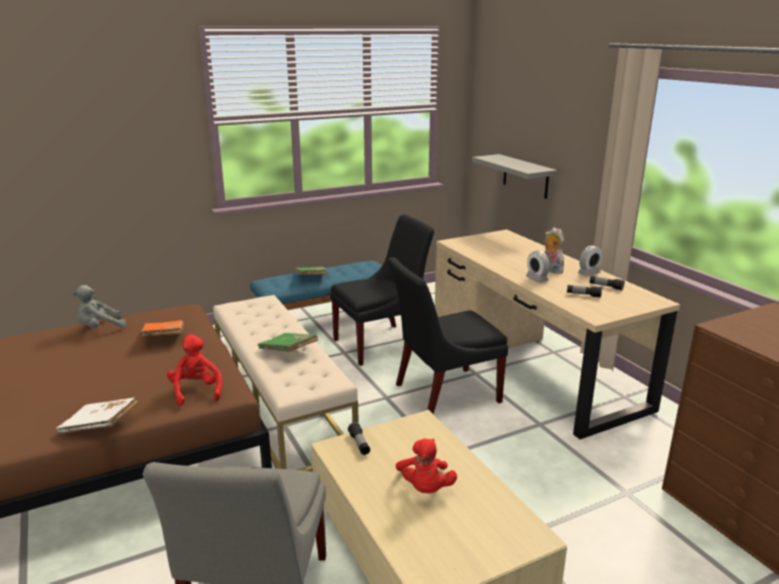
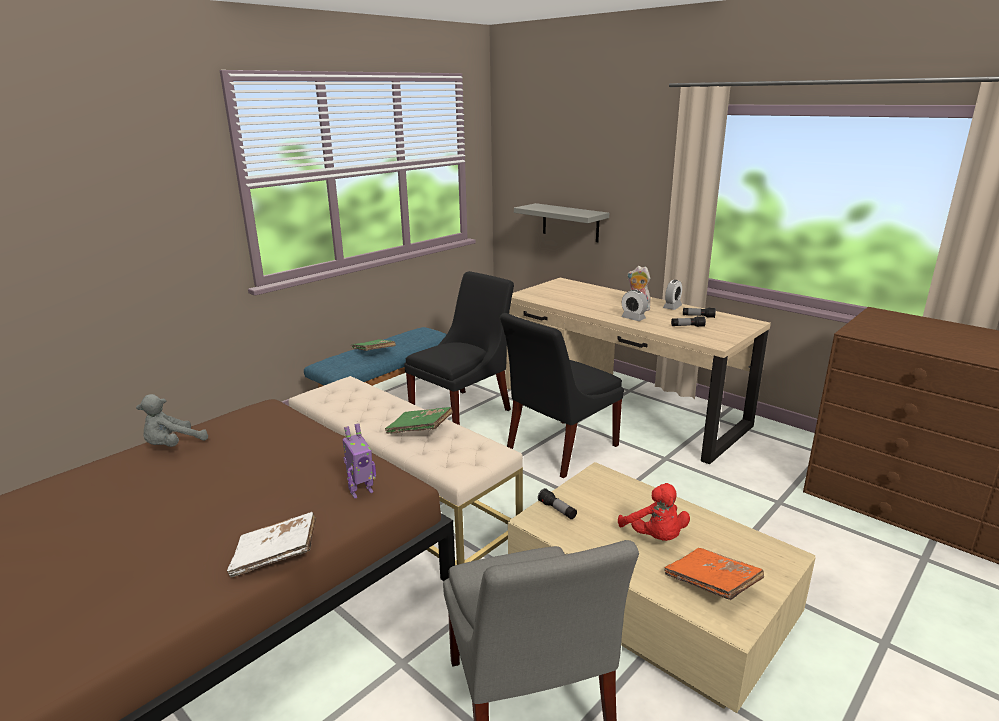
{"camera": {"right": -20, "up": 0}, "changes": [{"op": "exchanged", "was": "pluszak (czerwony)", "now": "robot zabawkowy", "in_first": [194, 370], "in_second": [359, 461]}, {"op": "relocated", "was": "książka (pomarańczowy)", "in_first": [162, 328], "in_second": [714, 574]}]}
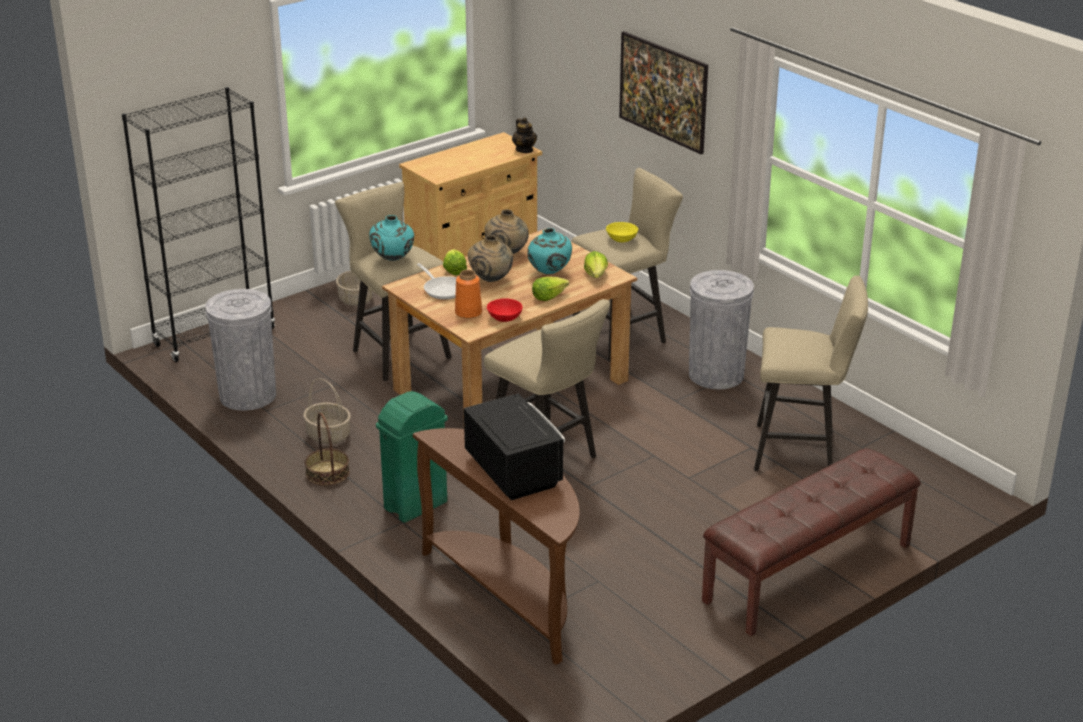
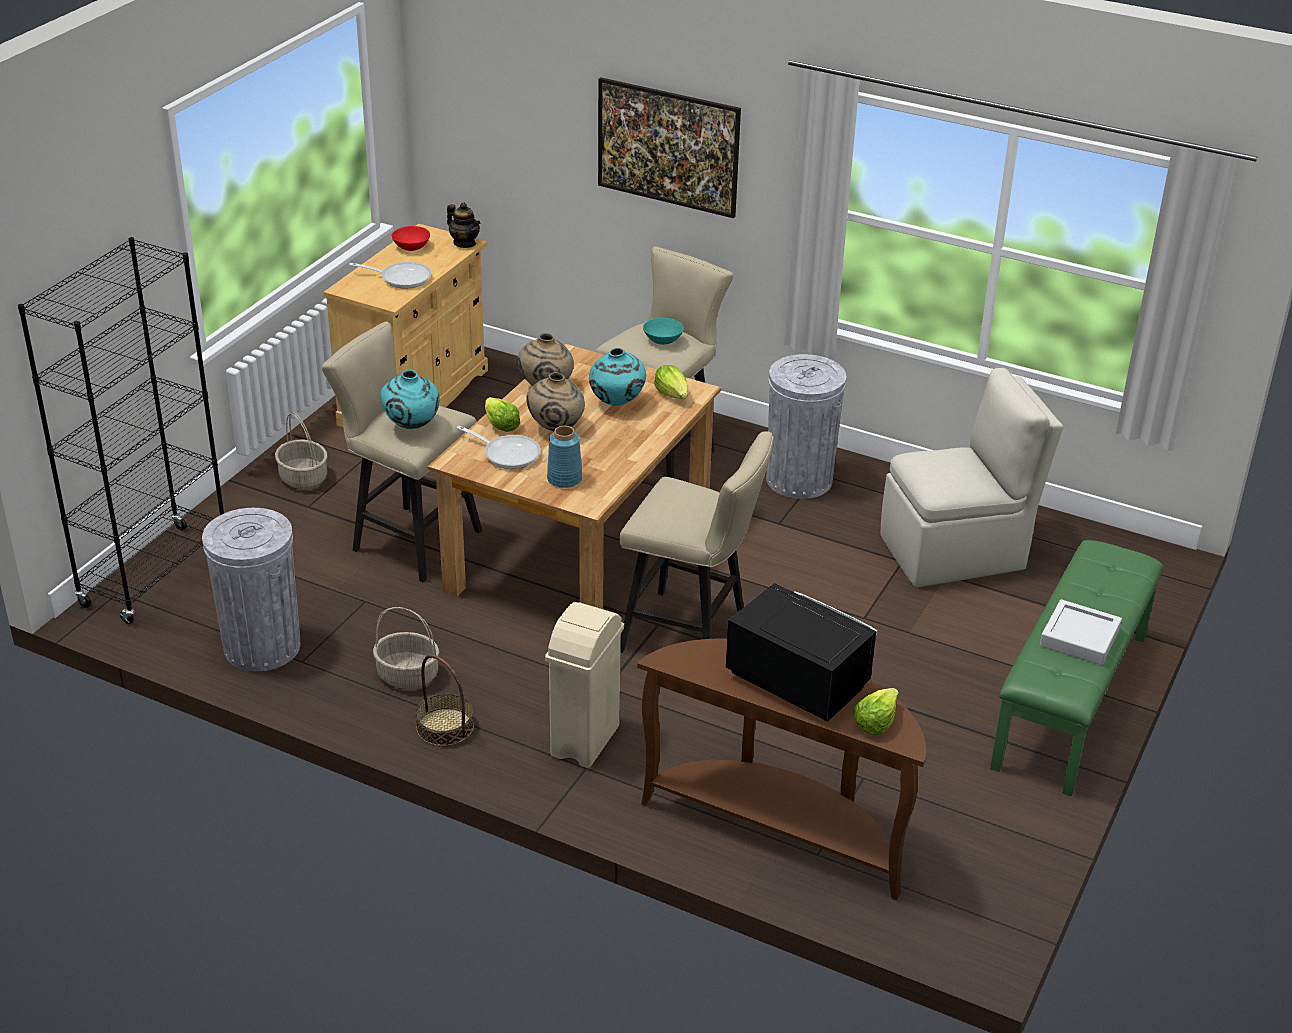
{"camera": {"right": -25, "up": 5}, "changes": [{"op": "appeared", "now": "patelnia", "in_second": [390, 275]}, {"op": "relocated", "was": "miska (czerwony)", "in_first": [505, 310], "in_second": [411, 238]}, {"op": "colour", "was": "kosz na śmieci (zielony)", "now": "kosz na śmieci (beżowy)", "in_first": [412, 457], "in_second": [584, 685]}, {"op": "colour", "was": "wazon (pomarańczowy)", "now": "wazon (niebieski)", "in_first": [468, 294], "in_second": [564, 457]}, {"op": "colour", "was": "miska (żółty)", "now": "miska (turkusowy)", "in_first": [622, 232], "in_second": [663, 331]}, {"op": "relocated", "was": "sałata", "in_first": [550, 289], "in_second": [876, 711]}, {"op": "exchanged", "was": "stołek (beżowy)", "now": "krzesło (beżowy)", "in_first": [811, 373], "in_second": [972, 477]}, {"op": "colour", "was": "ławka (brązowy)", "now": "ławka (zielony)", "in_first": [811, 542], "in_second": [1077, 668]}, {"op": "appeared", "now": "taca (szary)", "in_second": [1081, 632]}]}
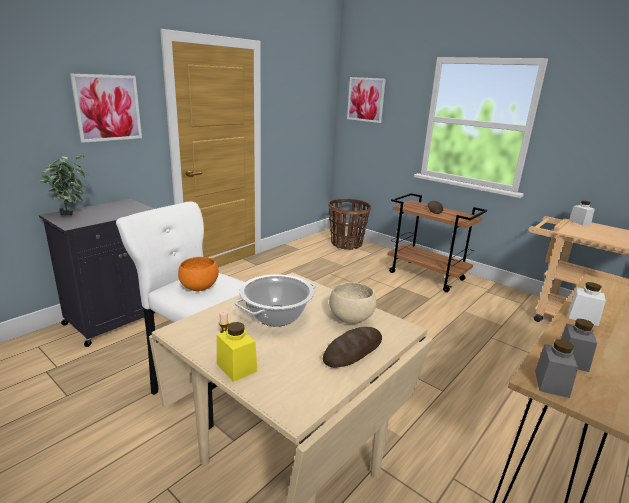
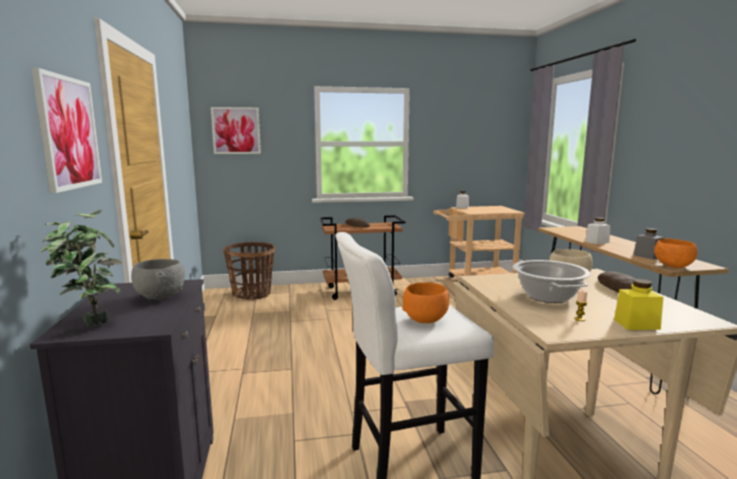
{"camera": {"right": -50, "up": -10}, "changes": [{"op": "appeared", "now": "miska (szary)", "in_second": [158, 279]}, {"op": "exchanged", "was": "słoik (szary)", "now": "miska (pomarańczowy)", "in_first": [556, 368], "in_second": [675, 253]}]}
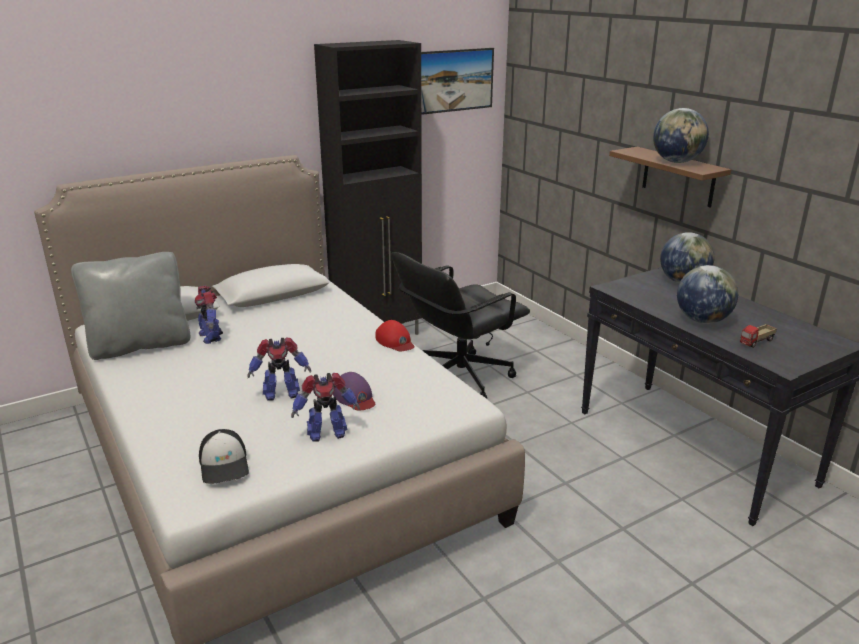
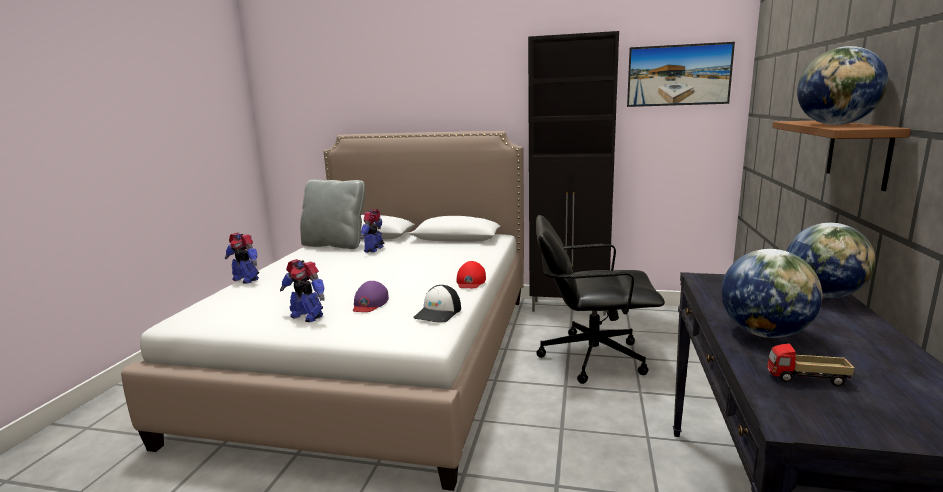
{"camera": {"right": 45, "up": -10}, "changes": [{"op": "relocated", "was": "robot zabawkowy", "in_first": [279, 368], "in_second": [242, 258]}, {"op": "relocated", "was": "czapka z daszkiem", "in_first": [224, 456], "in_second": [437, 303]}]}
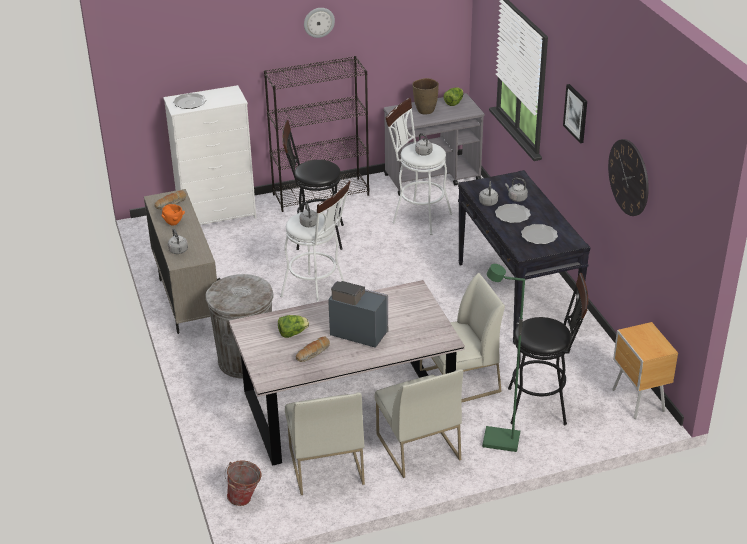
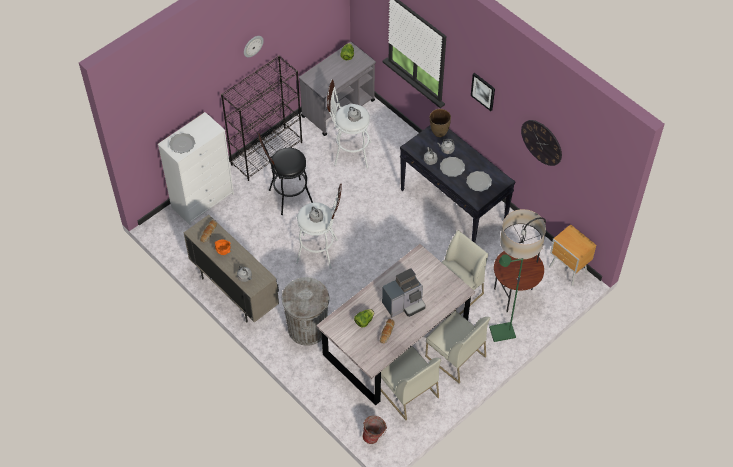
{"camera": {"right": -25, "up": 20}, "changes": [{"op": "spun", "was": "ekspres do kawy", "in_first": [358, 314], "in_second": [404, 292], "clockwise": 150}, {"op": "relocated", "was": "wazon (brązowy)", "in_first": [425, 96], "in_second": [440, 123]}, {"op": "exchanged", "was": "stołek (czarny)", "now": "lampa stojąca", "in_first": [548, 349], "in_second": [520, 260]}]}
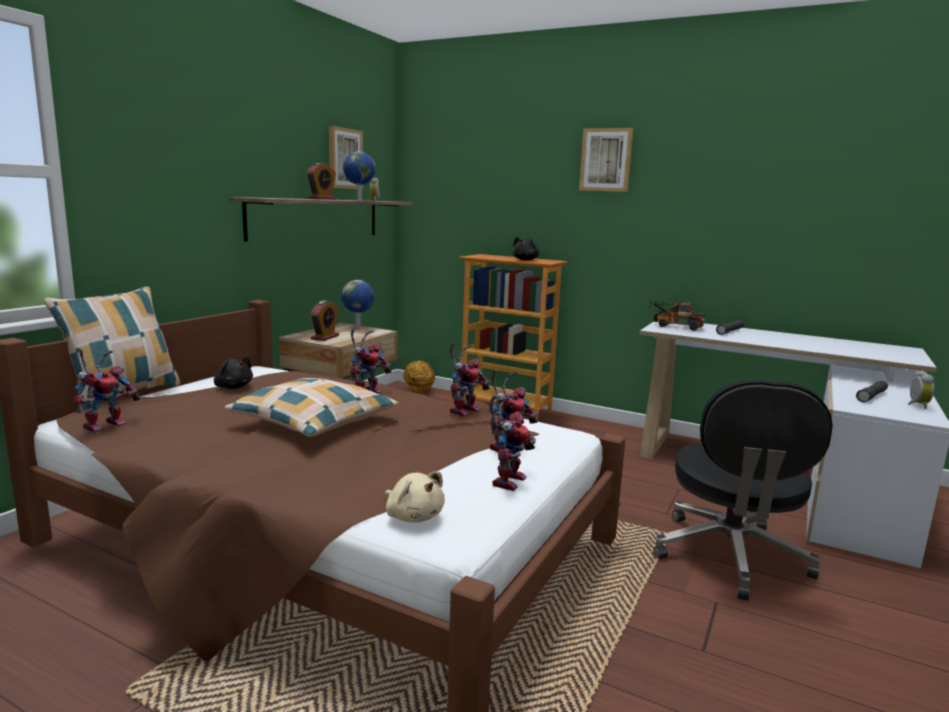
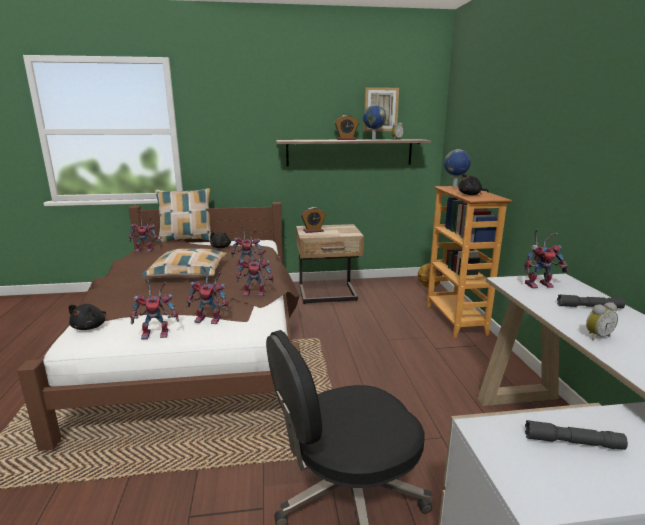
{"camera": {"right": 55, "up": 5}, "changes": [{"op": "colour", "was": "pluszak (beżowy)", "now": "pluszak (czarny)", "in_first": [414, 497], "in_second": [87, 317]}, {"op": "relocated", "was": "globus", "in_first": [357, 304], "in_second": [457, 168]}, {"op": "exchanged", "was": "ciężarówka zabawkowa", "now": "robot zabawkowy", "in_first": [676, 316], "in_second": [546, 259]}, {"op": "relocated", "was": "budzik", "in_first": [921, 390], "in_second": [602, 321]}, {"op": "missing", "was": "obraz", "in_first": [606, 160]}]}
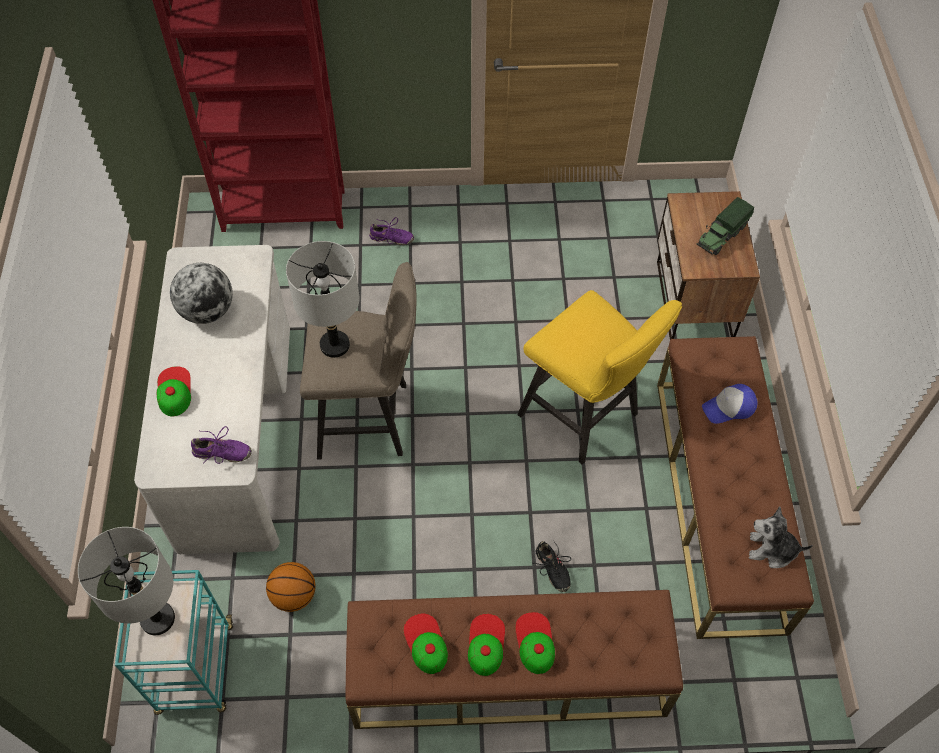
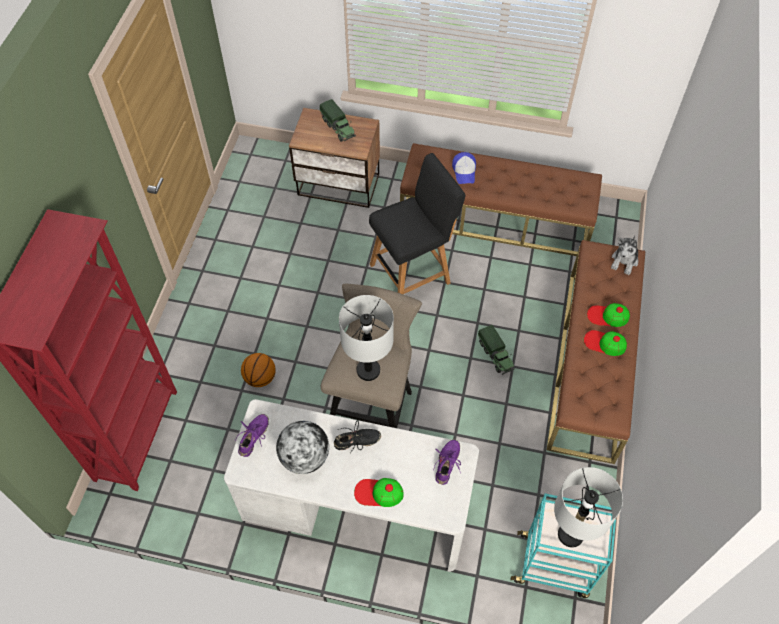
{"camera": {"right": -75, "up": 0}, "changes": [{"op": "relocated", "was": "but (fioletowy)", "in_first": [391, 231], "in_second": [251, 435]}, {"op": "relocated", "was": "piłka do koszykówki", "in_first": [291, 587], "in_second": [258, 370]}, {"op": "relocated", "was": "but (czarny)", "in_first": [553, 566], "in_second": [357, 437]}, {"op": "exchanged", "was": "stołek (żółty)", "now": "krzesło (czarny)", "in_first": [599, 377], "in_second": [417, 224]}, {"op": "appeared", "now": "ciężarówka zabawkowa", "in_second": [496, 350]}, {"op": "relocated", "was": "pluszak", "in_first": [781, 537], "in_second": [624, 255]}, {"op": "missing", "was": "czapka z daszkiem", "in_first": [425, 643]}]}
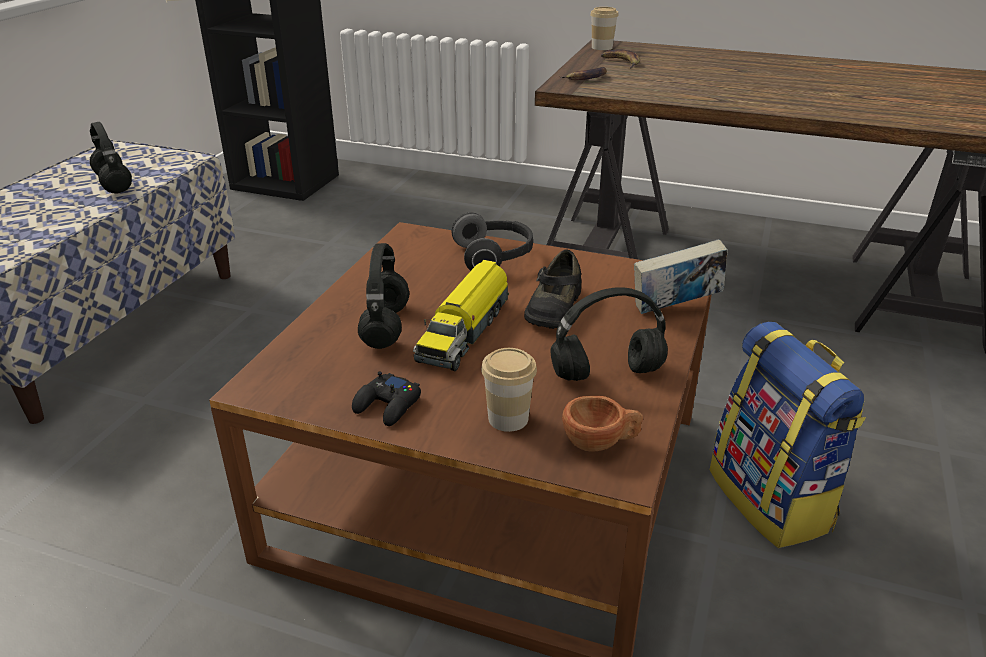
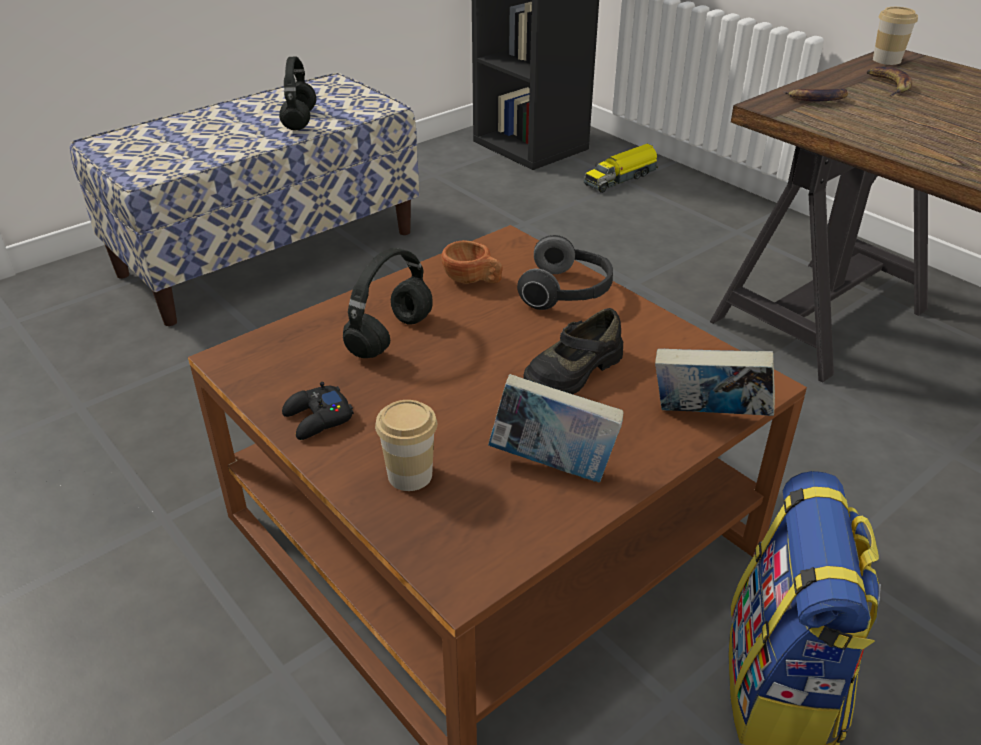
{"camera": {"right": 30, "up": 5}, "changes": [{"op": "relocated", "was": "filiżanka (brązowy)", "in_first": [602, 424], "in_second": [472, 262]}, {"op": "exchanged", "was": "słuchawki (czarny)", "now": "książka", "in_first": [609, 334], "in_second": [556, 428]}, {"op": "relocated", "was": "ciężarówka zabawkowa", "in_first": [461, 315], "in_second": [621, 168]}]}
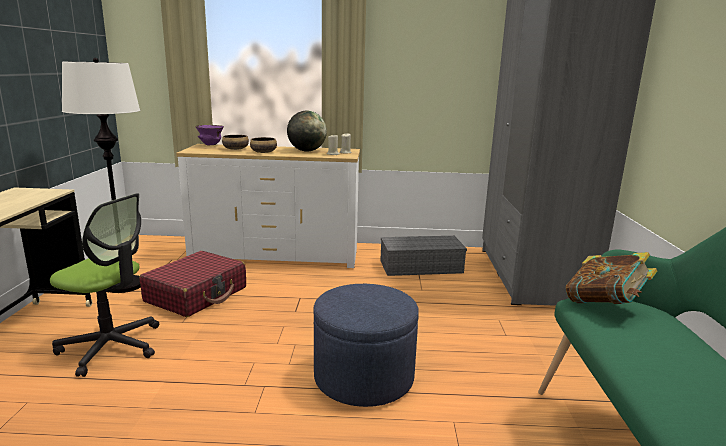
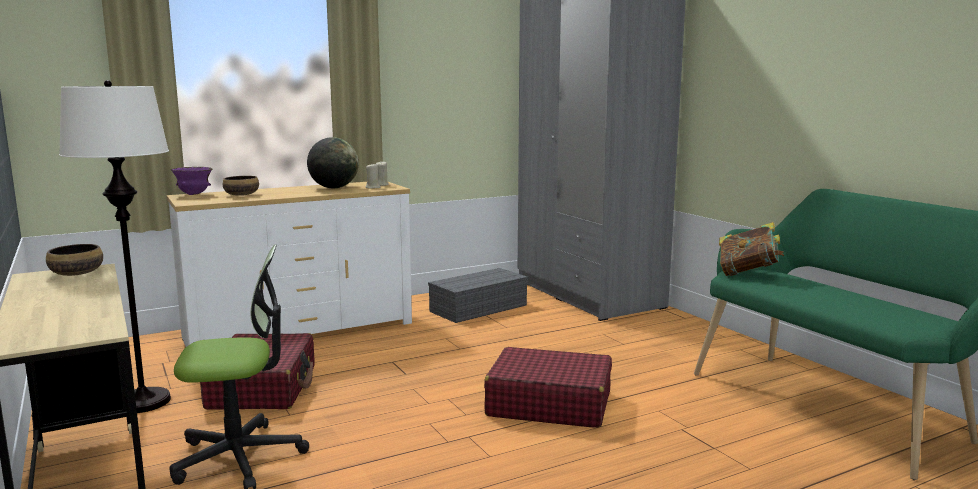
{"camera": {"right": -30, "up": -5}, "changes": [{"op": "relocated", "was": "miska", "in_first": [263, 145], "in_second": [74, 260]}, {"op": "exchanged", "was": "pufa (niebieski)", "now": "walizka (czerwony)", "in_first": [366, 345], "in_second": [548, 387]}]}
